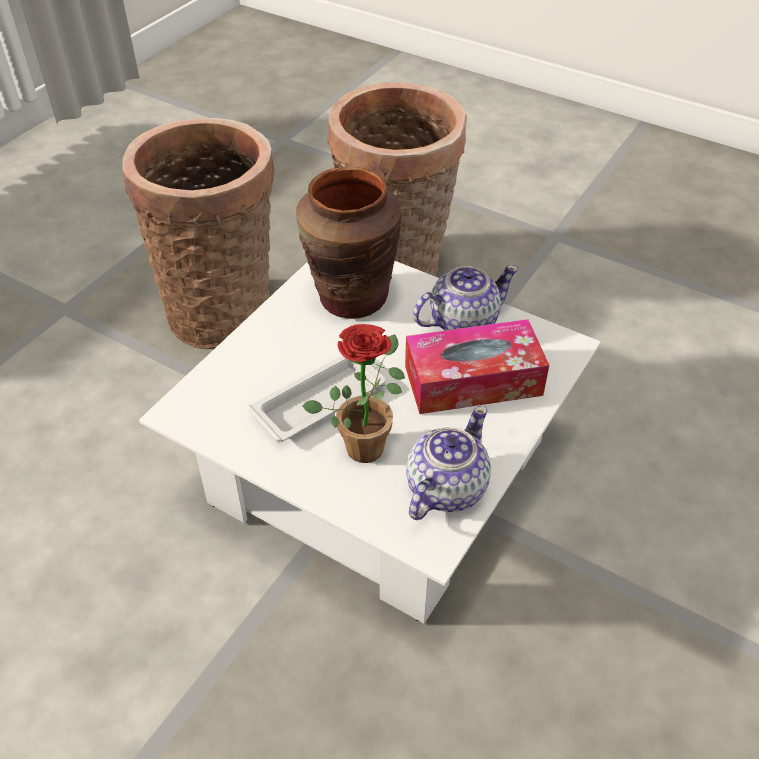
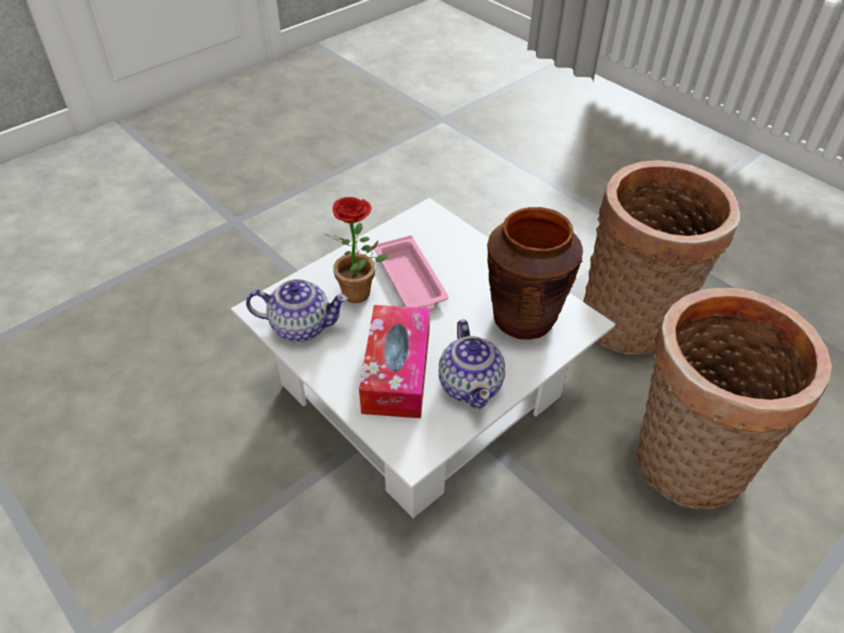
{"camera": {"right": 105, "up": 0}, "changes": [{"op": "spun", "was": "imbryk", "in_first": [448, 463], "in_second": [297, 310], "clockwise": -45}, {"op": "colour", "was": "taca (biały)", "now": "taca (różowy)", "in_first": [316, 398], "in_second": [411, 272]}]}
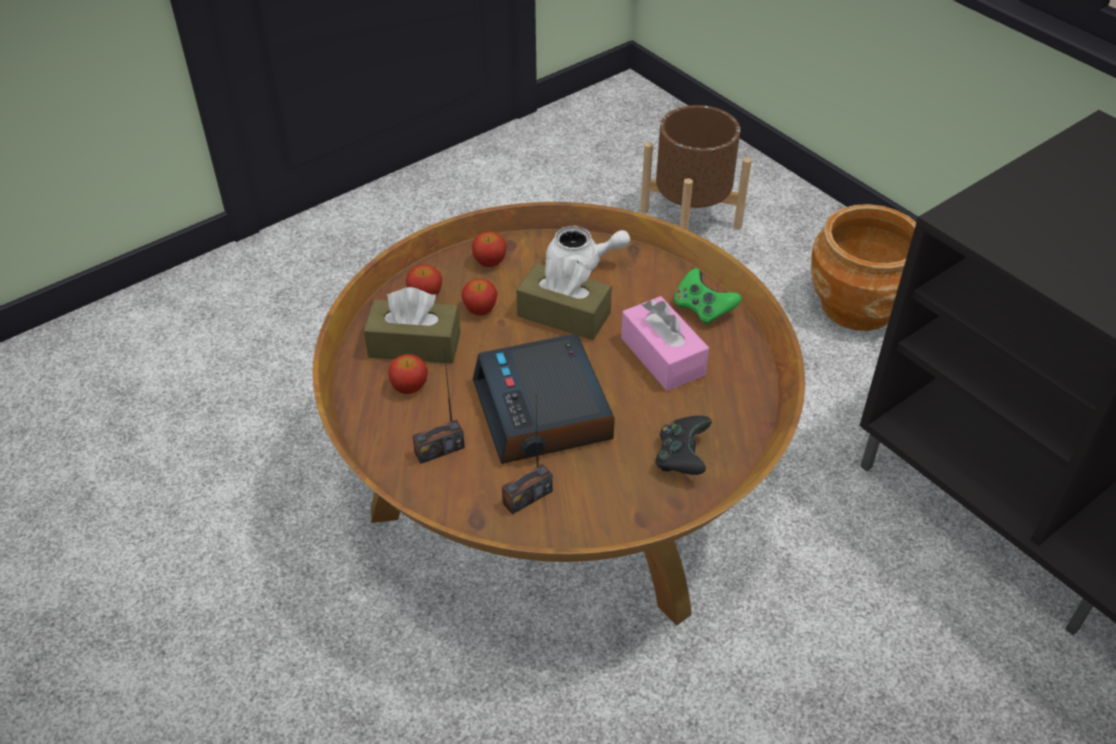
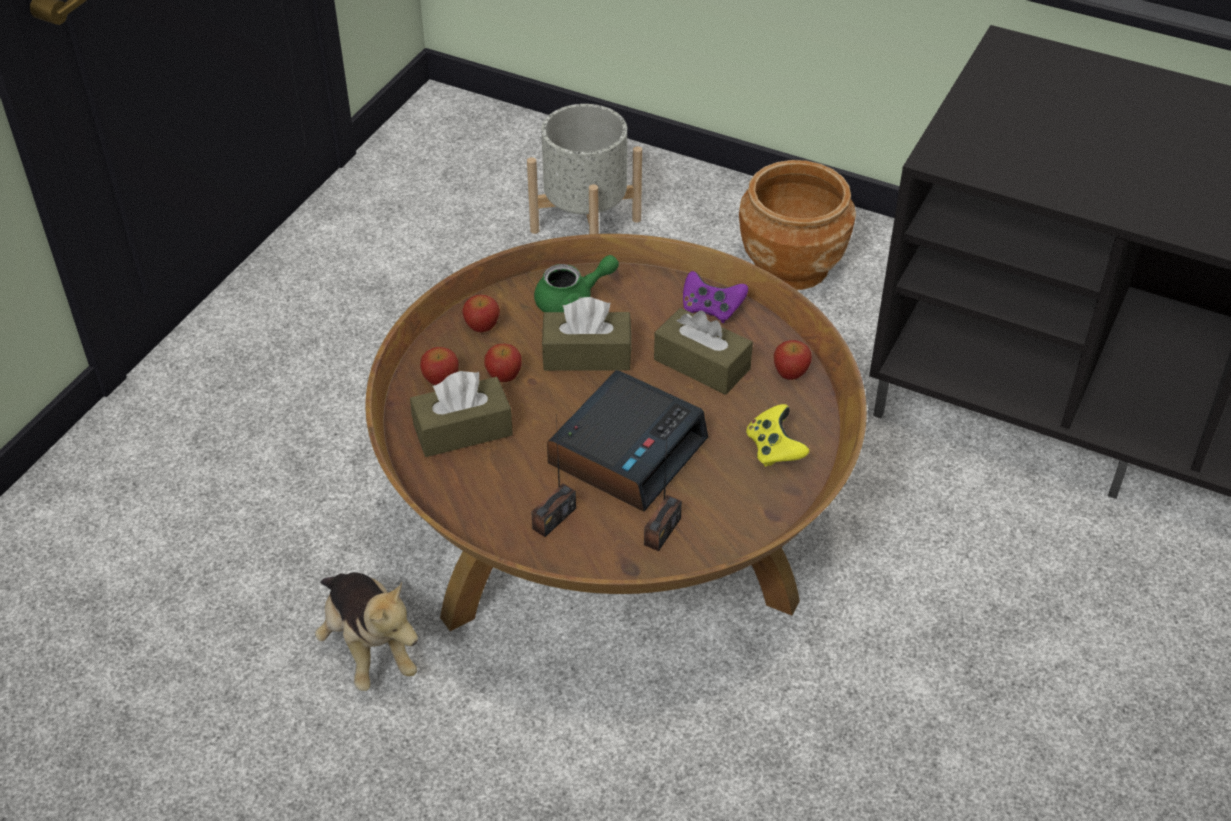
{"camera": {"right": -25, "up": 0}, "changes": [{"op": "appeared", "now": "pluszak", "in_second": [366, 631]}, {"op": "colour", "was": "donica (brązowy)", "now": "donica (szary)", "in_first": [696, 167], "in_second": [584, 169]}, {"op": "colour", "was": "imbryk (biały)", "now": "imbryk (zielony)", "in_first": [588, 248], "in_second": [576, 283]}, {"op": "spun", "was": "budzik", "in_first": [544, 399], "in_second": [627, 441], "clockwise": -105}, {"op": "colour", "was": "pudełko chusteczek (różowy)", "now": "pudełko chusteczek (brązowy)", "in_first": [665, 343], "in_second": [703, 351]}, {"op": "colour", "was": "pad do gier (zielony)", "now": "pad do gier (fioletowy)", "in_first": [708, 297], "in_second": [715, 297]}, {"op": "colour", "was": "pad do gier (czarny)", "now": "pad do gier (żółty)", "in_first": [684, 445], "in_second": [777, 435]}, {"op": "relocated", "was": "jabłko", "in_first": [408, 374], "in_second": [793, 360]}]}
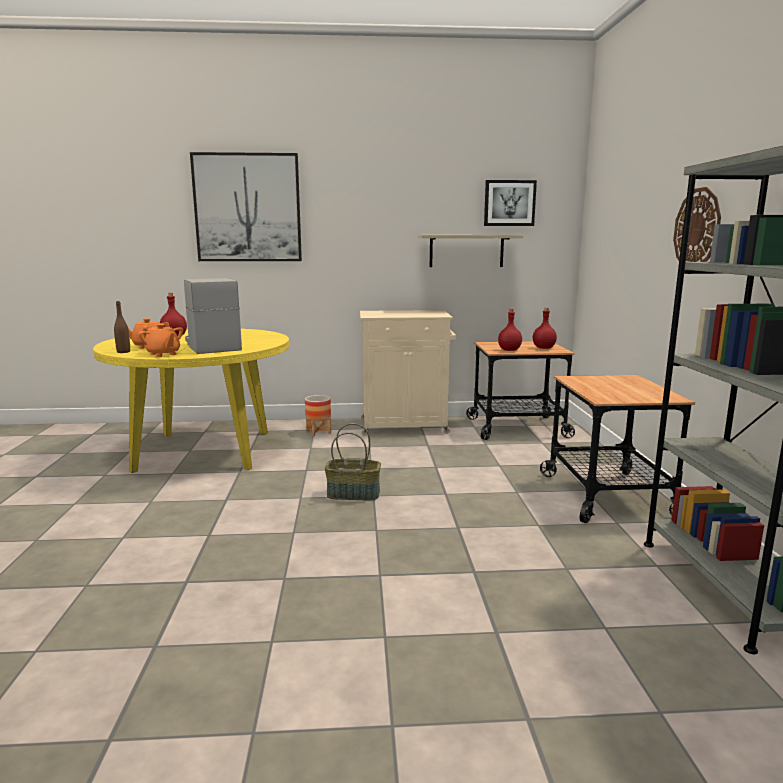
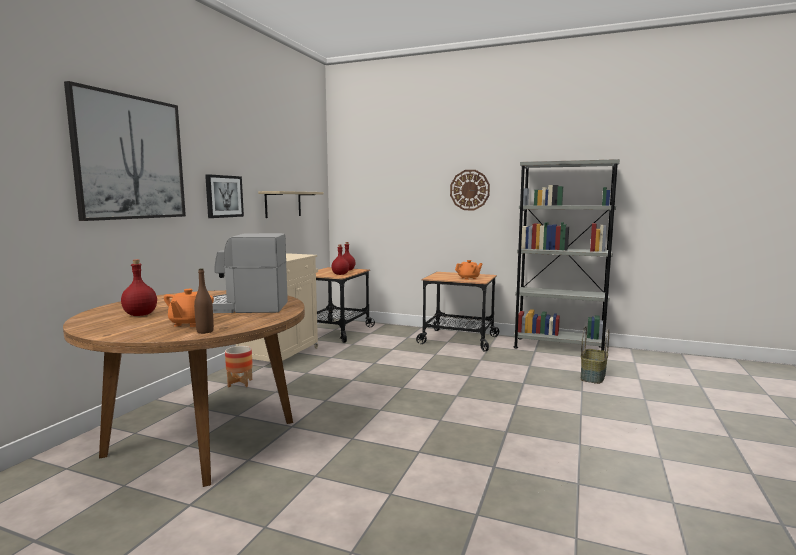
{"camera": {"right": -65, "up": -5}, "changes": [{"op": "colour", "was": "stół jadalny (żółty)", "now": "stół jadalny (brązowy)", "in_first": [191, 401], "in_second": [184, 388]}, {"op": "relocated", "was": "obraz", "in_first": [510, 203], "in_second": [224, 196]}, {"op": "relocated", "was": "imbryk (pomarańczowy)", "in_first": [160, 340], "in_second": [469, 270]}, {"op": "relocated", "was": "koszyk", "in_first": [353, 461], "in_second": [595, 355]}]}
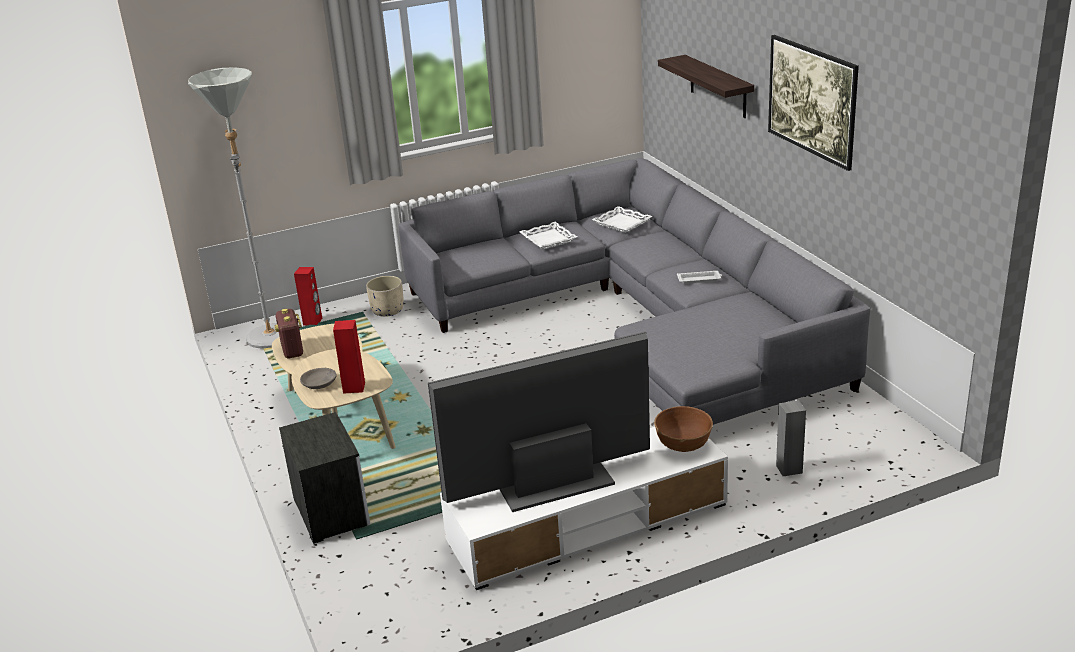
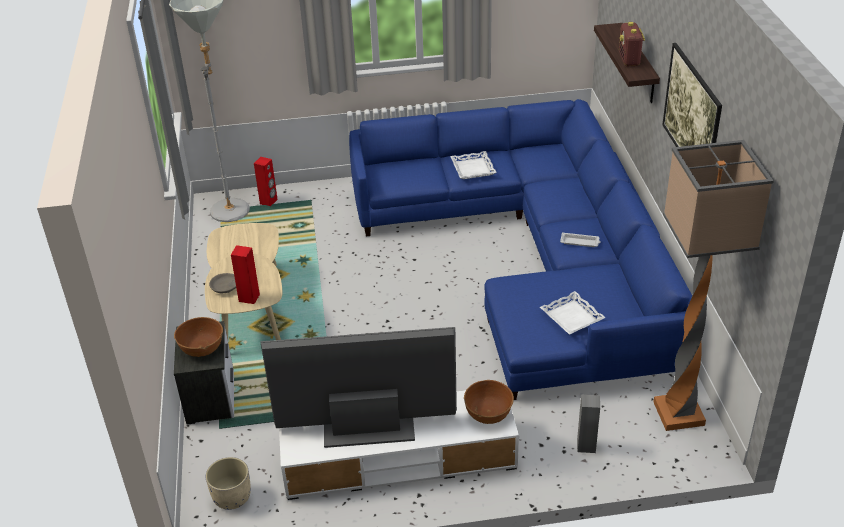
{"camera": {"right": 15, "up": 10}, "changes": [{"op": "appeared", "now": "miska (brązowy)", "in_second": [198, 337]}, {"op": "relocated", "was": "donica (beżowy)", "in_first": [385, 296], "in_second": [228, 483]}, {"op": "colour", "was": "kanapa (szary)", "now": "kanapa (niebieski)", "in_first": [634, 291], "in_second": [520, 249]}, {"op": "relocated", "was": "taca (biały)", "in_first": [622, 219], "in_second": [573, 313]}, {"op": "relocated", "was": "radio", "in_first": [289, 333], "in_second": [632, 44]}, {"op": "appeared", "now": "lampa stojąca", "in_second": [713, 285]}]}
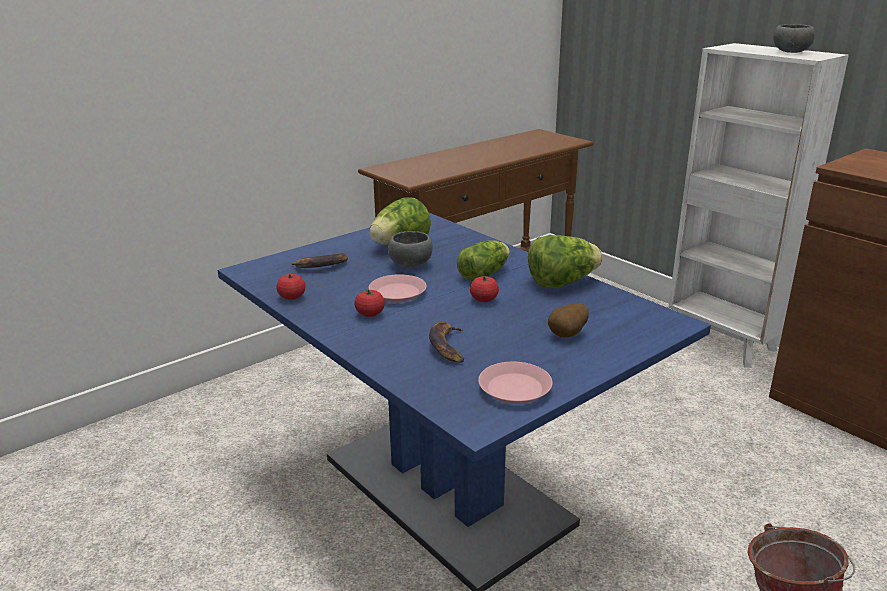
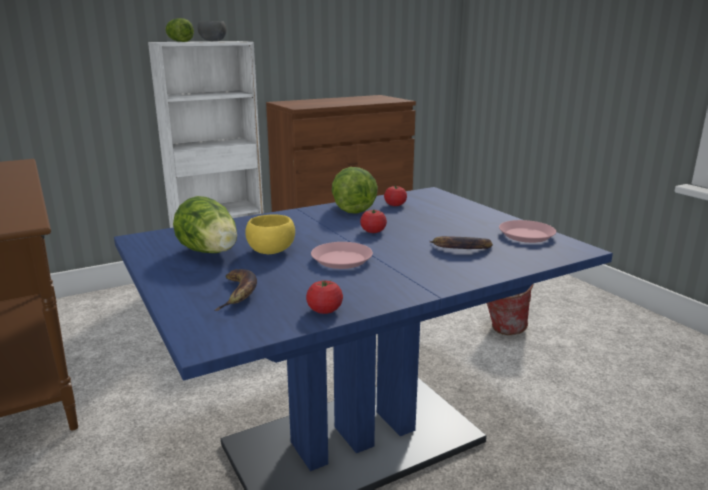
{"camera": {"right": -80, "up": -5}, "changes": [{"op": "relocated", "was": "sałata", "in_first": [483, 260], "in_second": [180, 30]}, {"op": "colour", "was": "miska (szary)", "now": "miska (żółty)", "in_first": [410, 249], "in_second": [270, 234]}, {"op": "relocated", "was": "pomidor", "in_first": [370, 303], "in_second": [395, 195]}, {"op": "missing", "was": "ziemniak", "in_first": [568, 320]}]}
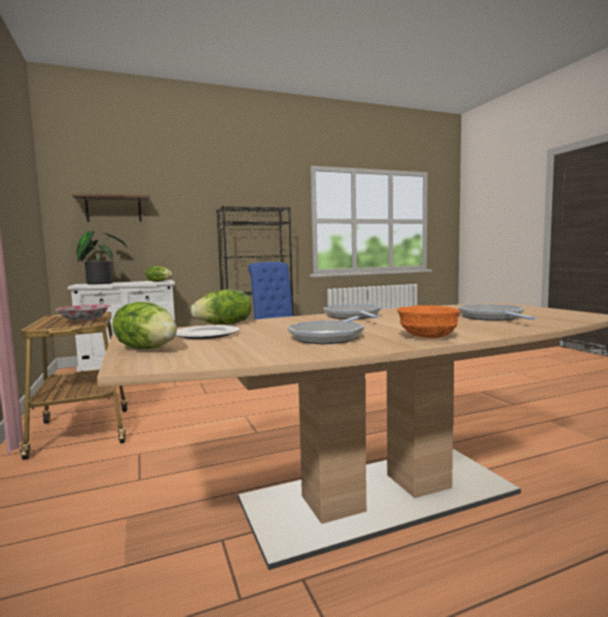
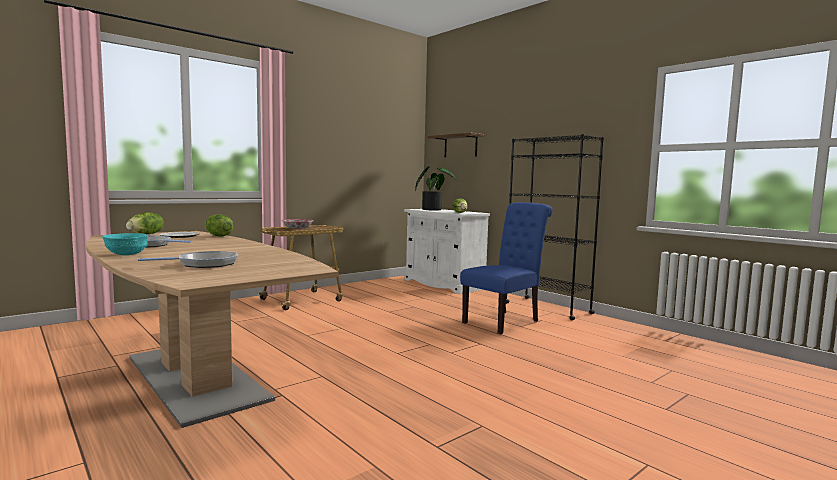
{"camera": {"right": 70, "up": 0}, "changes": [{"op": "colour", "was": "miska (pomarańczowy)", "now": "miska (turkusowy)", "in_first": [429, 321], "in_second": [125, 244]}, {"op": "missing", "was": "patelnia", "in_first": [352, 311]}]}
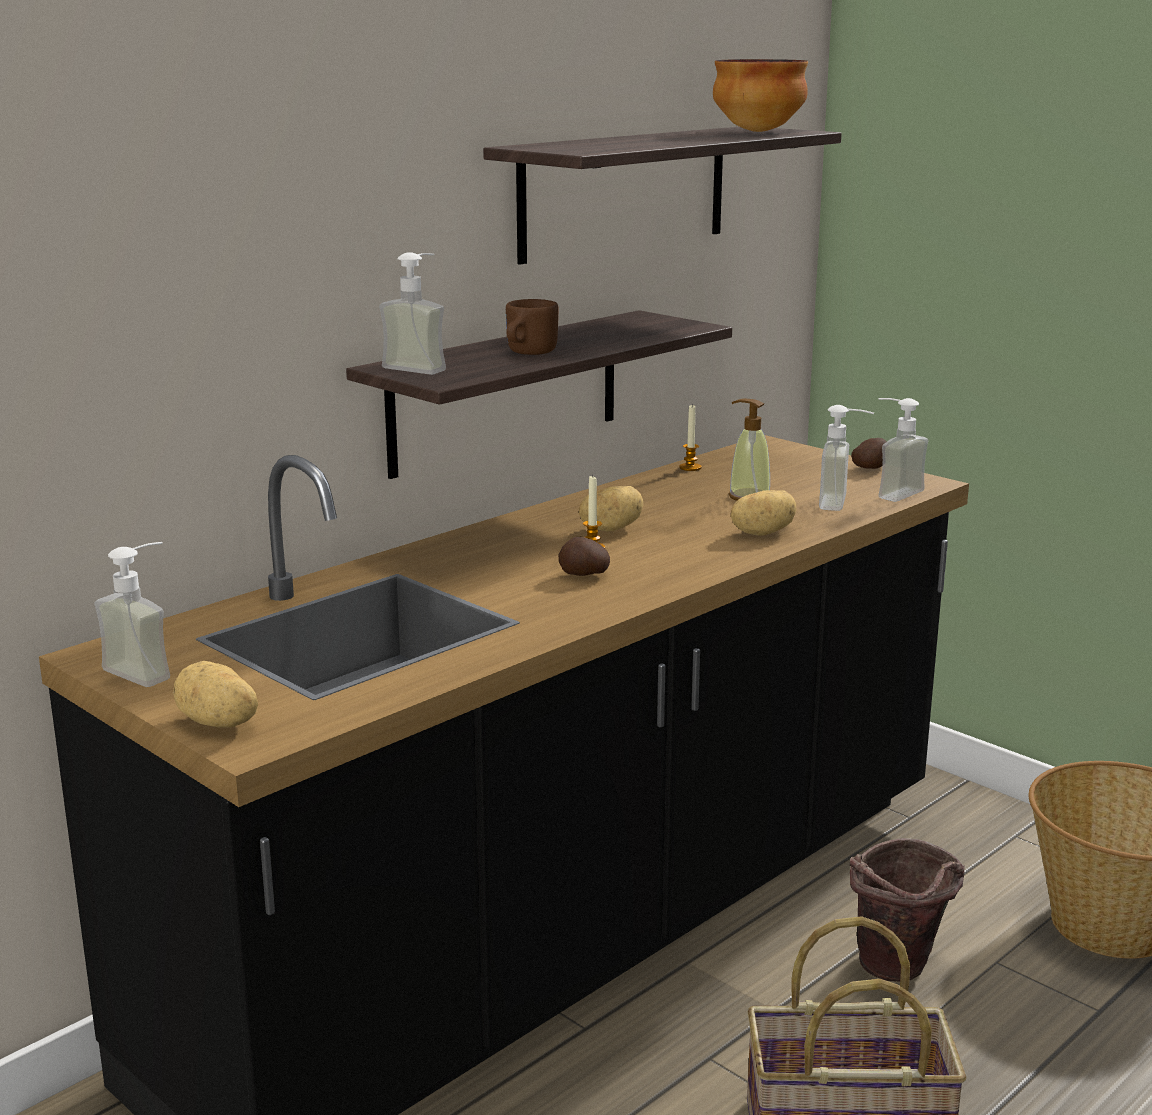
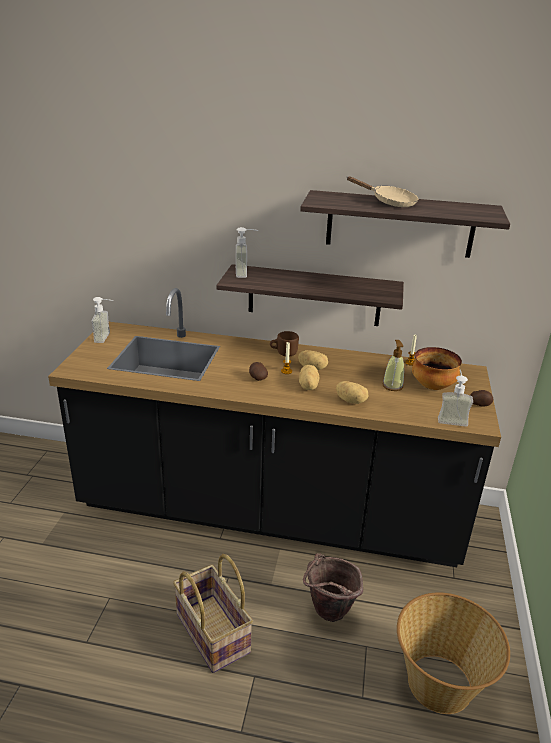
{"camera": {"right": 55, "up": 10}, "changes": [{"op": "relocated", "was": "kubek (brązowy)", "in_first": [532, 327], "in_second": [284, 343]}, {"op": "relocated", "was": "ziemniak", "in_first": [215, 694], "in_second": [309, 377]}, {"op": "appeared", "now": "patelnia (beżowy)", "in_second": [382, 191]}, {"op": "relocated", "was": "miska", "in_first": [760, 95], "in_second": [437, 368]}, {"op": "missing", "was": "dozownik mydła", "in_first": [846, 458]}]}
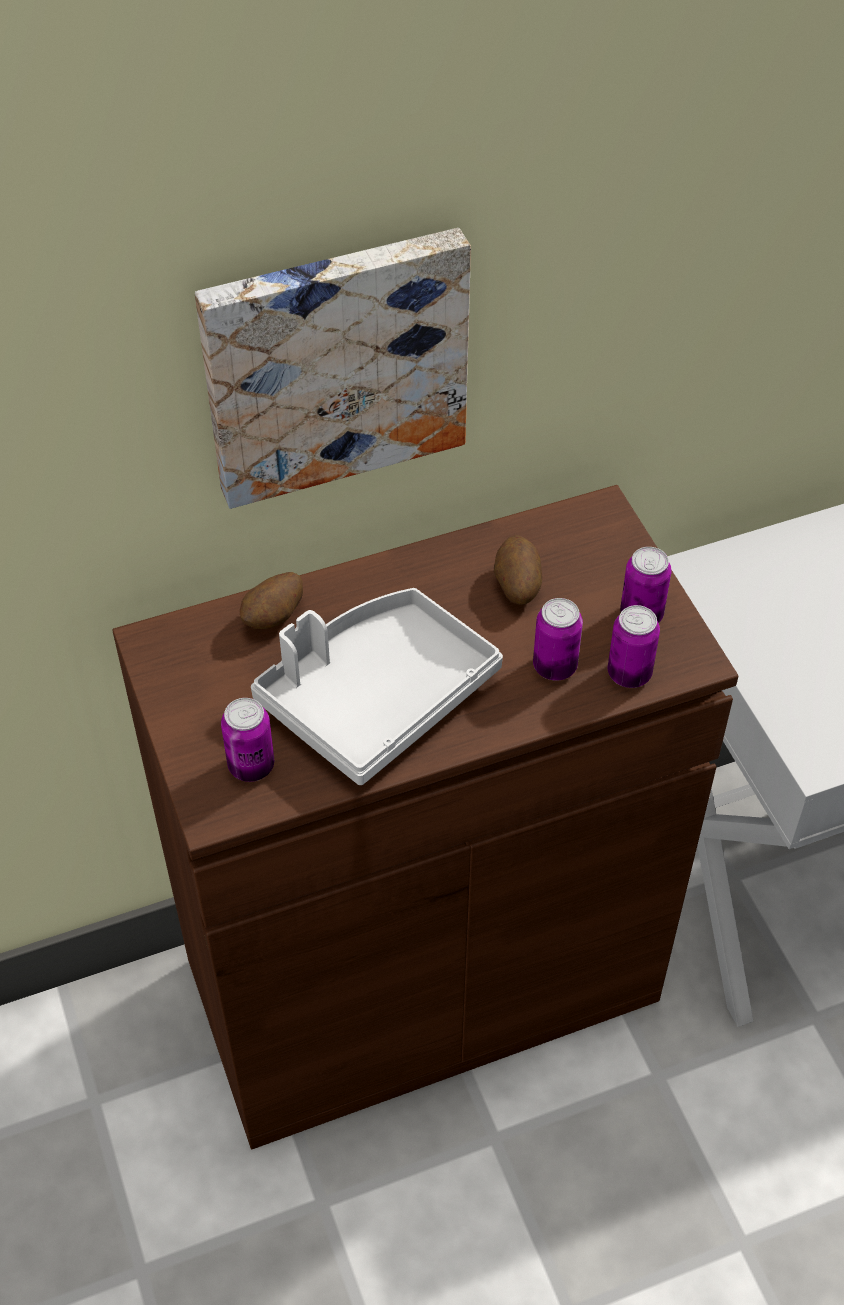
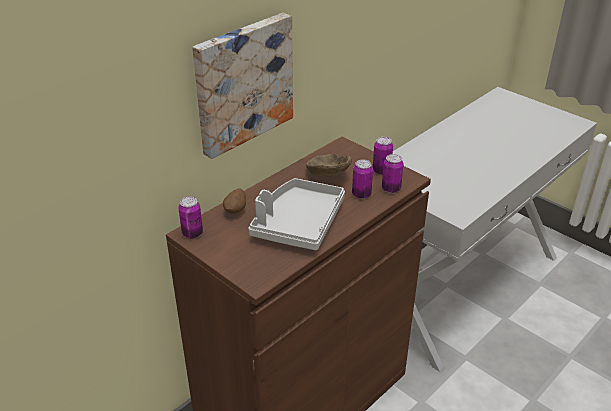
{"camera": {"right": -25, "up": -15}, "changes": [{"op": "relocated", "was": "puszka", "in_first": [247, 740], "in_second": [190, 217]}, {"op": "exchanged", "was": "ziemniak", "now": "miska (brązowy)", "in_first": [518, 570], "in_second": [329, 165]}]}
